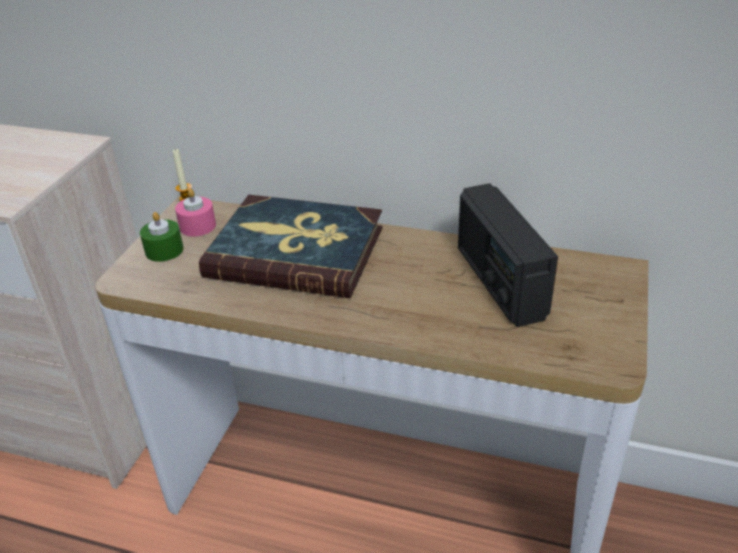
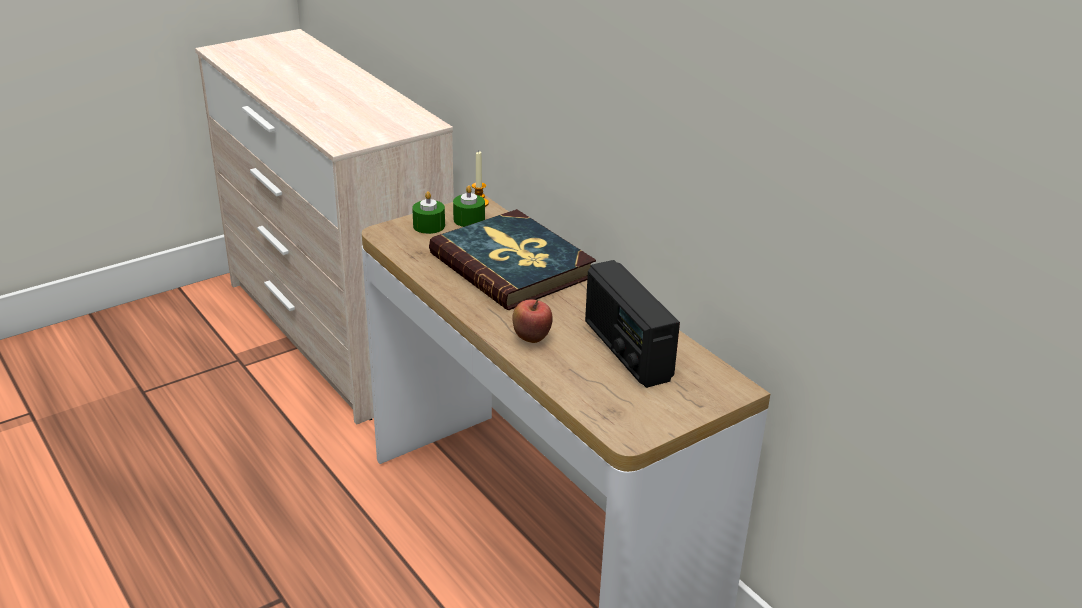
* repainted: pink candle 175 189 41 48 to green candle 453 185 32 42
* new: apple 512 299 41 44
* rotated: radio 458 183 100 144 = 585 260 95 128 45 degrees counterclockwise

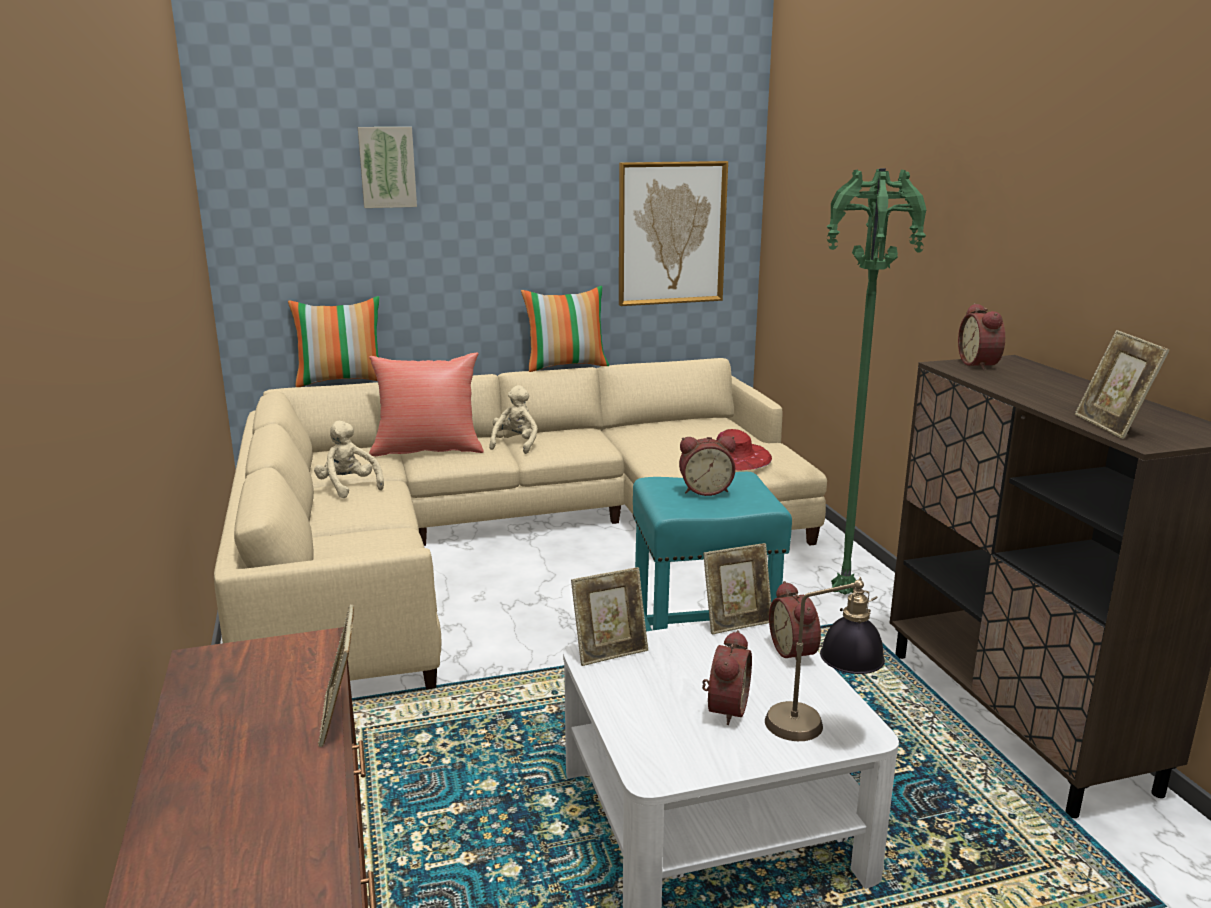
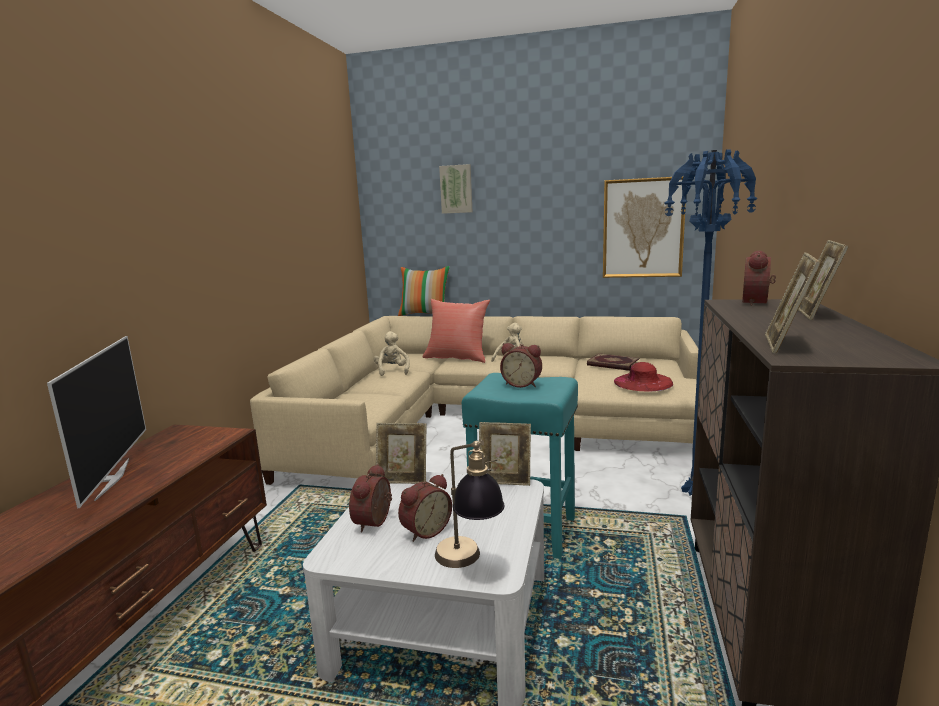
* new: television 47 336 99 172
* shifted: alarm clock 769 581 52 78 to 349 464 43 69
* new: book 587 353 53 18
* repainted: green floor lamp 827 168 99 426 to blue floor lamp 665 149 93 347
* shifted: picture frame 318 604 36 143 to 798 240 51 80
* gone: pillow 521 286 88 86

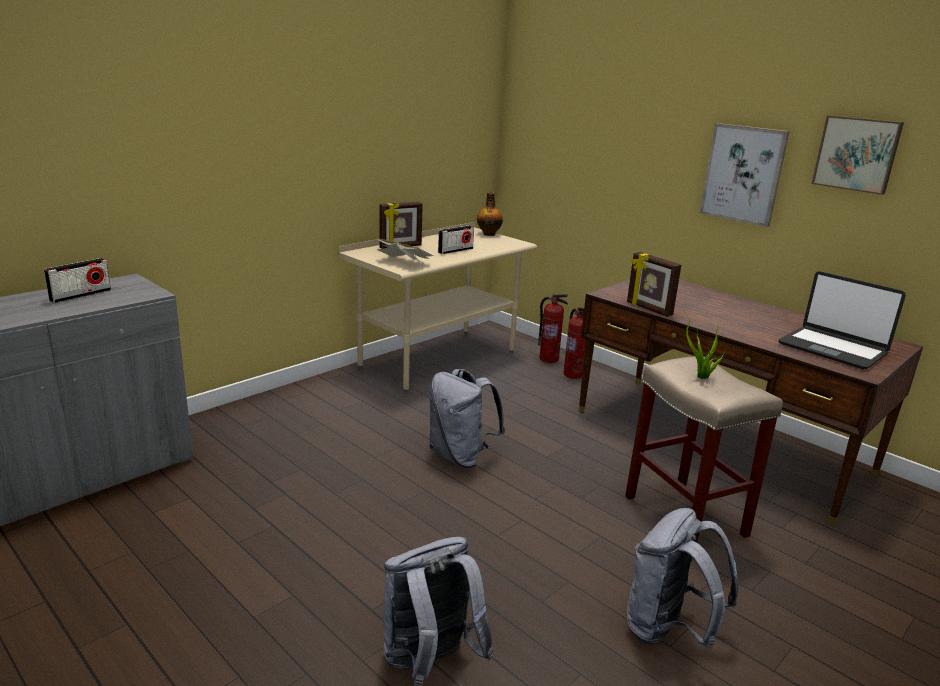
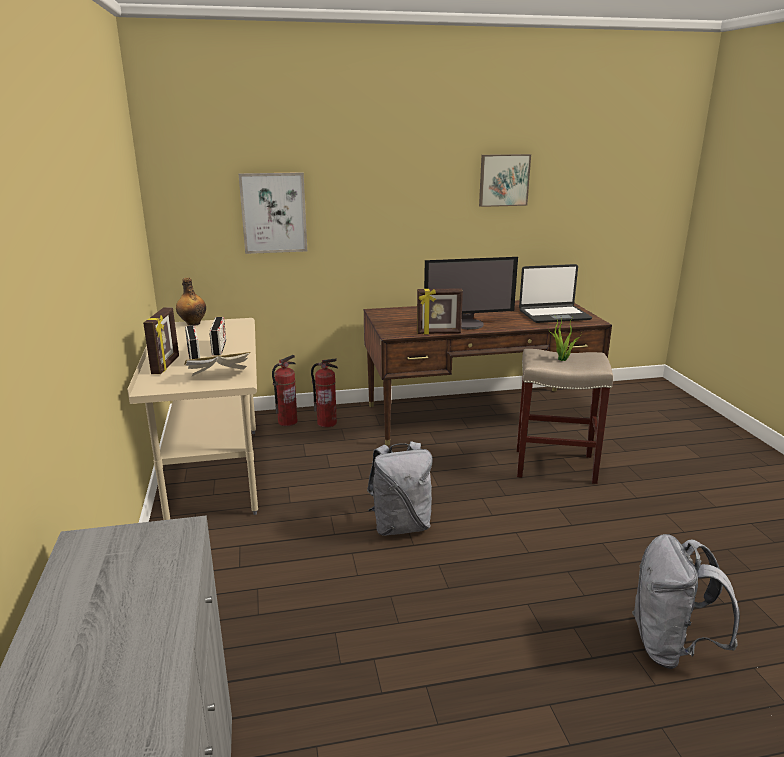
* shifted: radio 44 258 67 45 to 185 325 15 34
* shifted: picture 700 123 90 104 to 239 172 68 82
* new: monitor 424 257 94 72
* gone: grey backpack 627 508 112 140

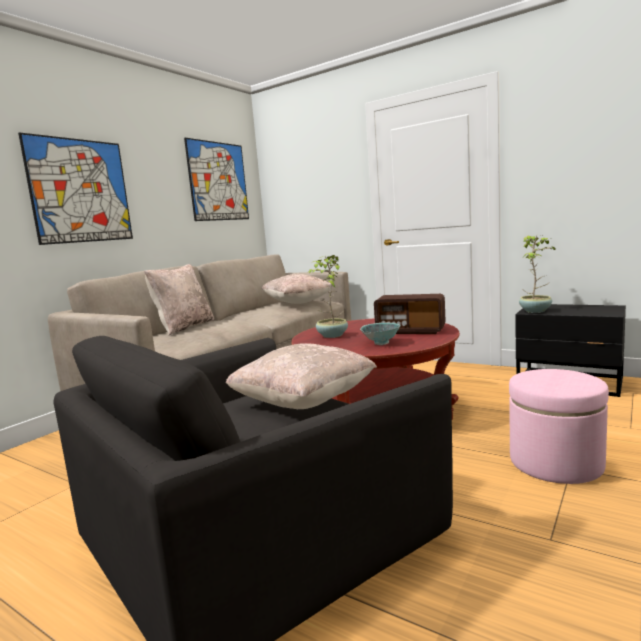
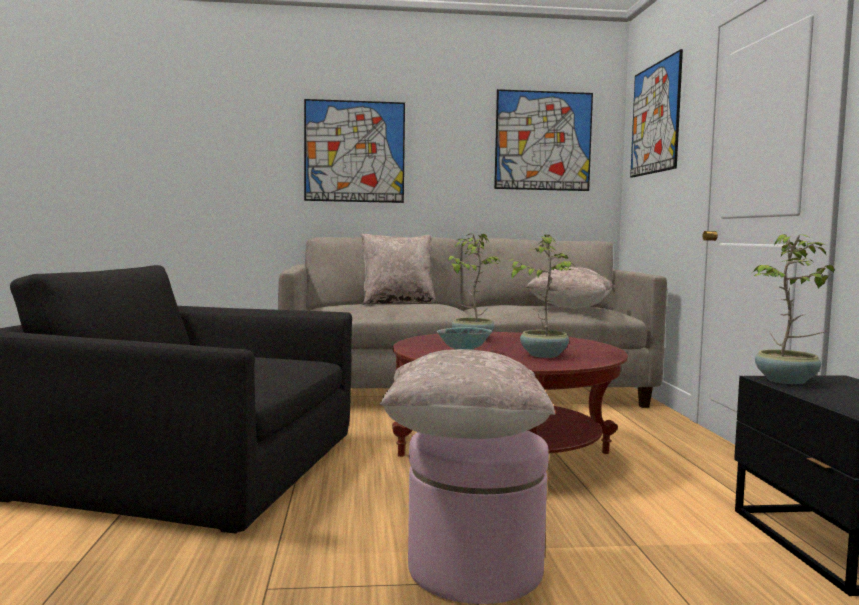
* shifted: beige pillow 226 343 151 66 to 380 349 175 90
* swapped: radio 374 294 72 40 to potted plant 506 235 70 123
* new: picture 630 49 53 129

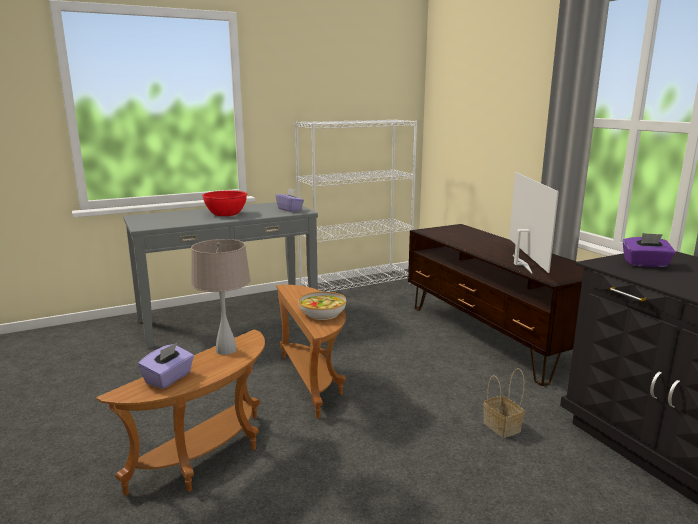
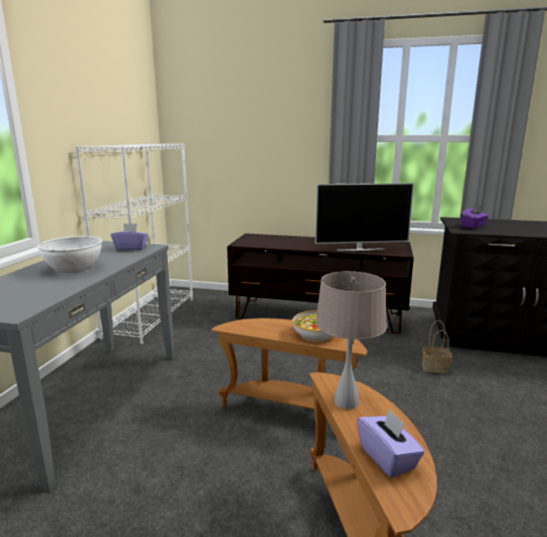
* repainted: red bowl 202 191 45 25 to white bowl 37 236 65 37
* rotated: television 509 172 50 101 = 315 183 99 68 135 degrees clockwise

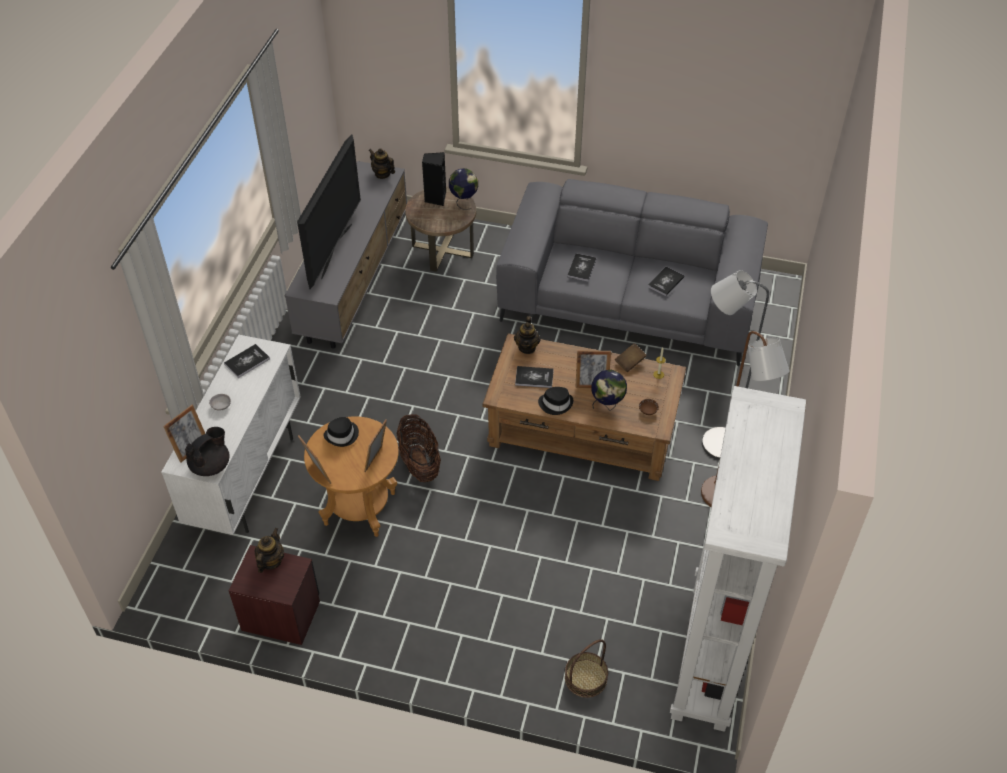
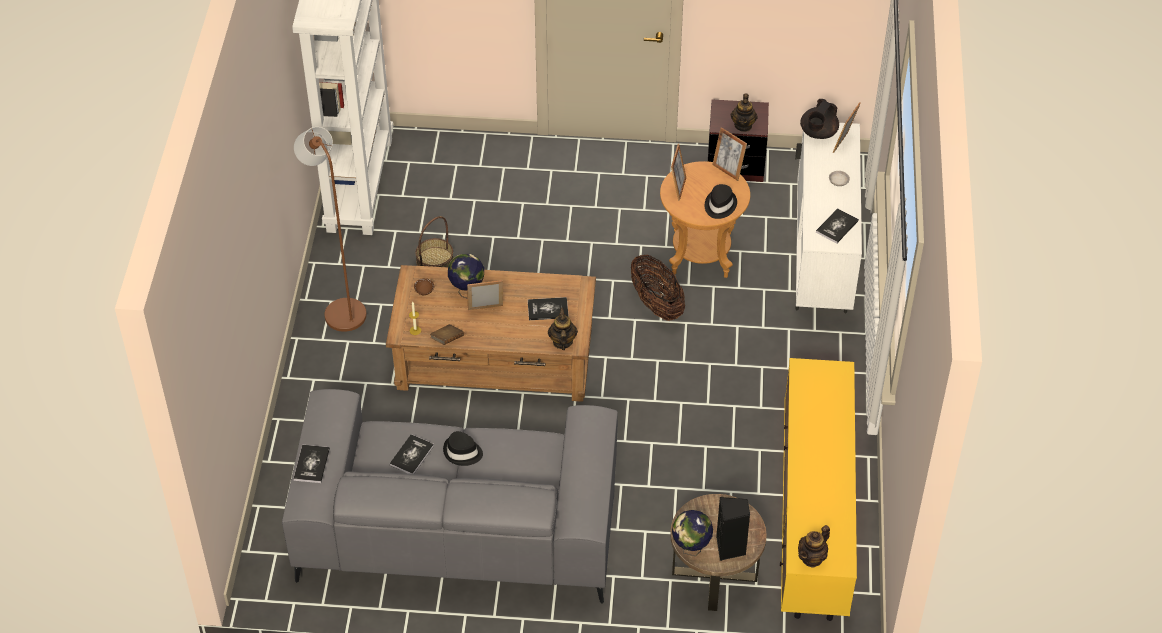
* shifted: book 567 253 30 29 to 294 445 36 38
* shifted: basket 565 639 43 59 to 415 216 39 52
* shifted: black hat 538 387 36 28 to 443 431 40 35
* repainted: grey tv stand 285 161 122 188 to yellow tv stand 780 358 77 263
* rotated: teapot 369 148 26 31 = 798 525 32 43 105 degrees clockwise
* gone: television 297 134 64 155
* gone: grey floor lamp 702 270 67 190

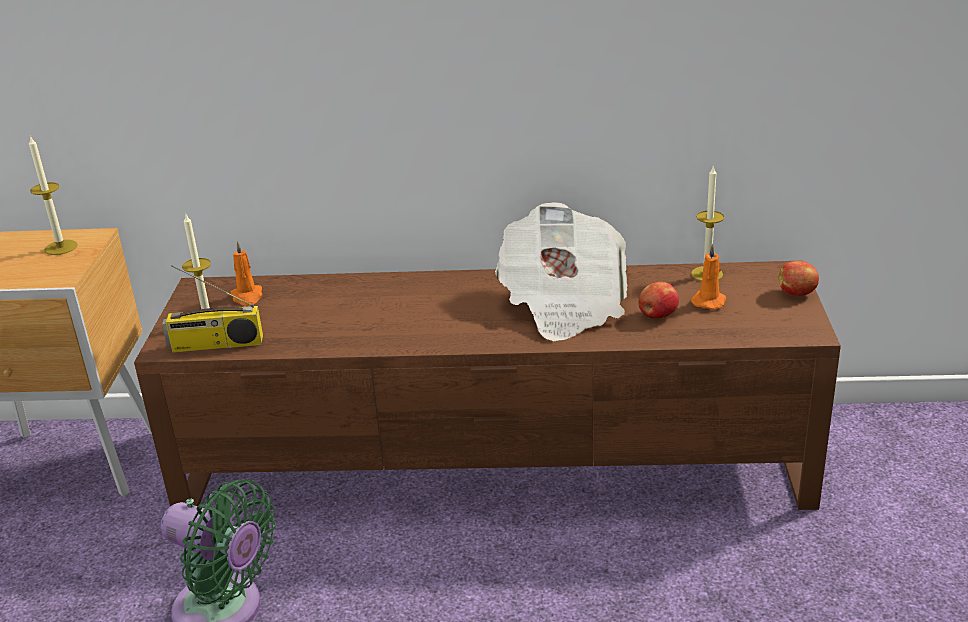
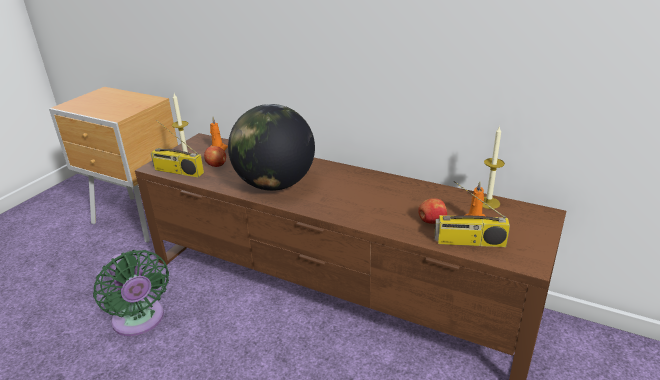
* shifted: apple 779 261 40 35 to 204 146 22 21
* new: globe 228 104 87 87
* new: radio 434 181 76 66
* gone: candle 29 135 49 120
* gone: newspaper 495 202 132 139

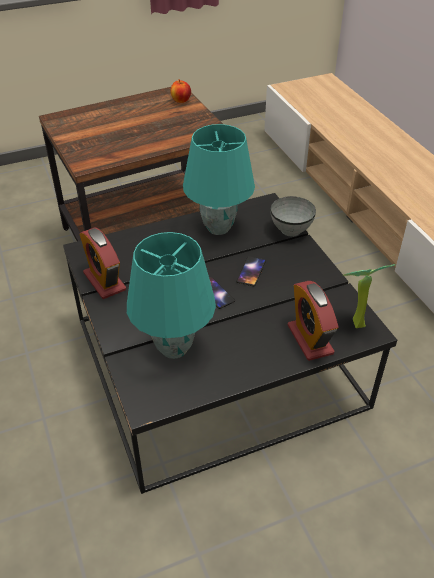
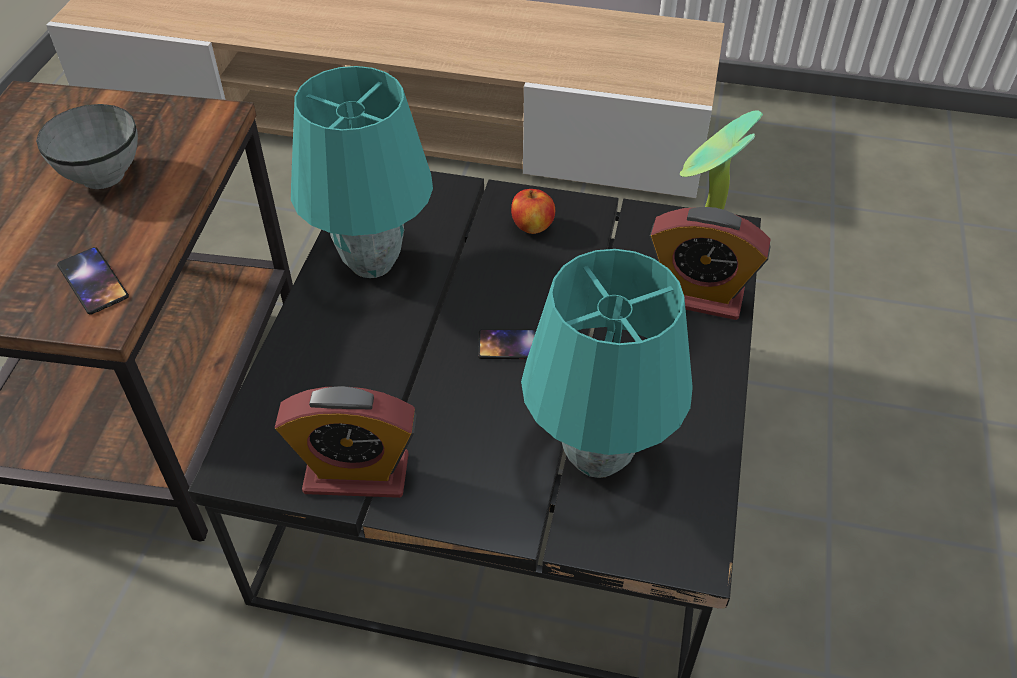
* shifted: grey bowl 270 196 46 41 to 36 104 102 85
* shifted: phone 236 256 30 30 to 57 247 72 68
* shifted: apple 170 79 21 24 to 511 189 44 45

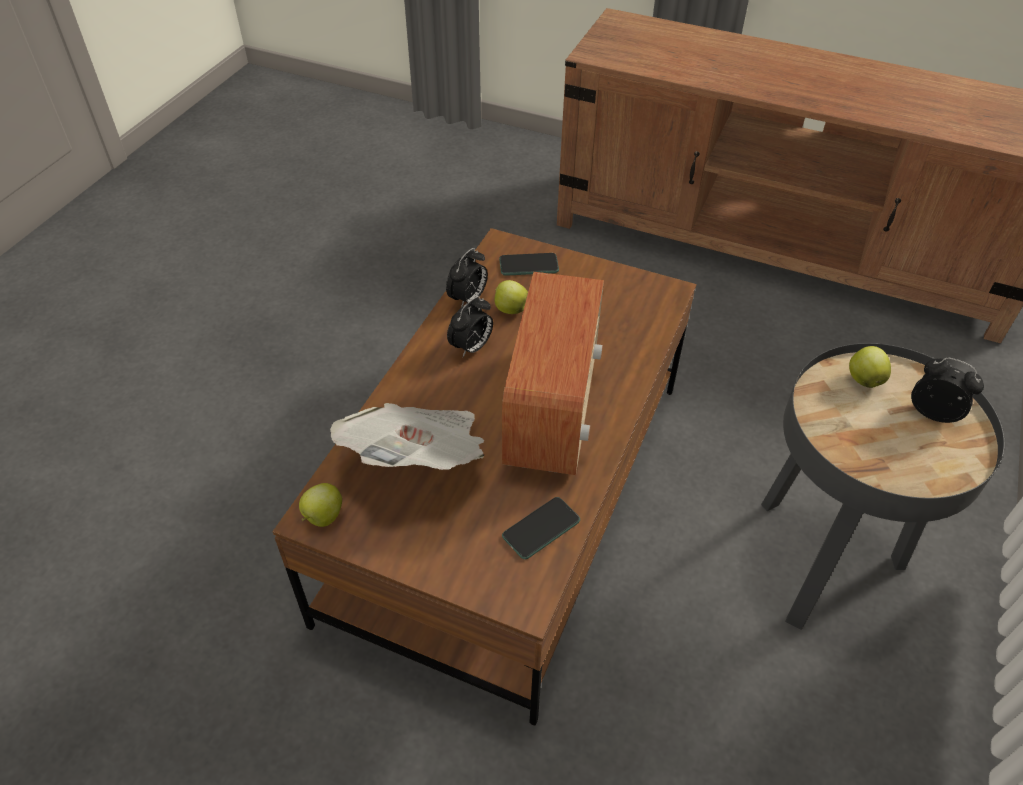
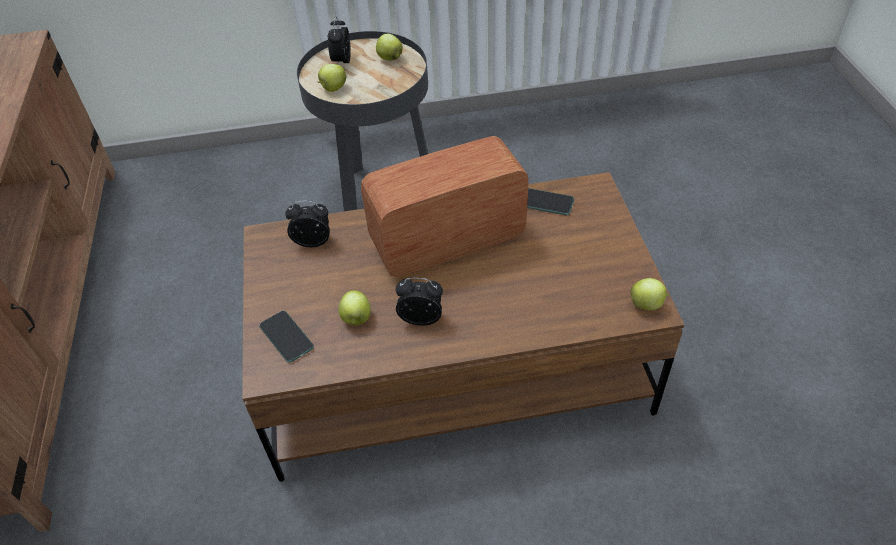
* shifted: alarm clock 446 248 42 59 to 285 201 45 46
* new: apple 376 34 27 27
* gone: newspaper 330 403 155 67

